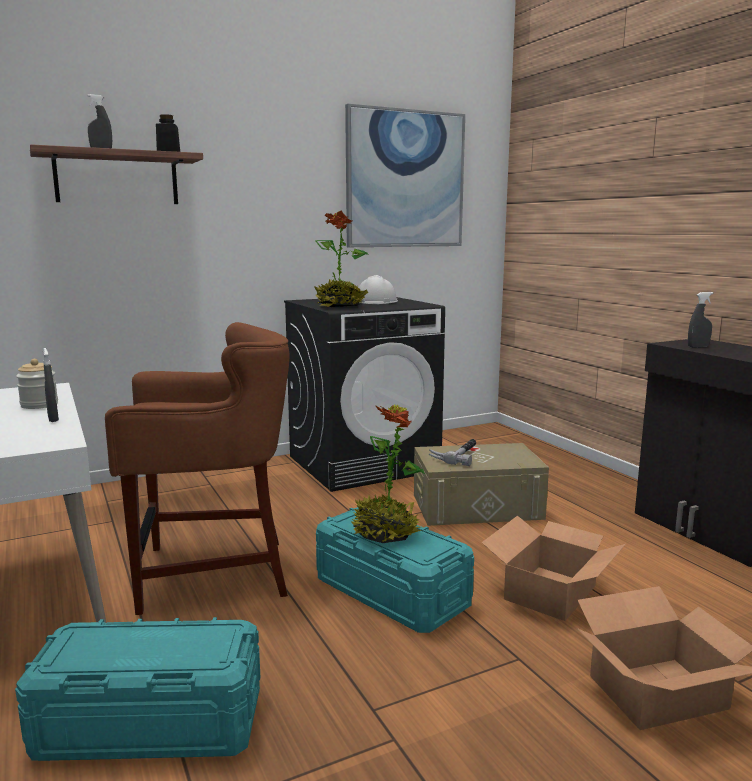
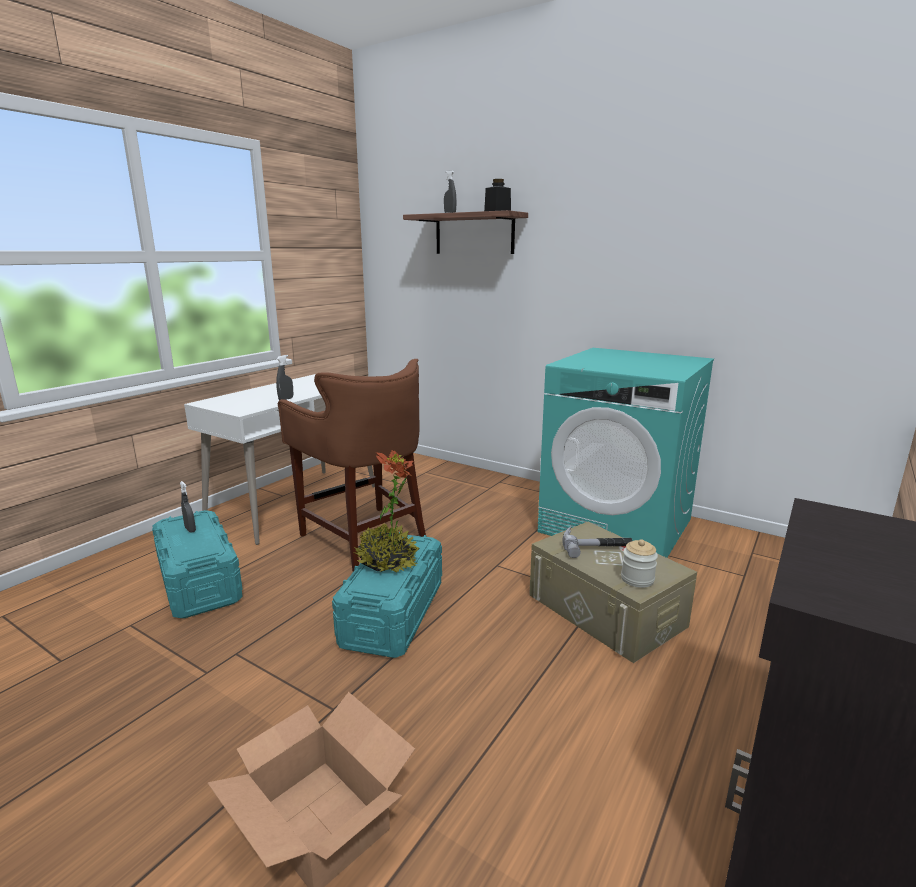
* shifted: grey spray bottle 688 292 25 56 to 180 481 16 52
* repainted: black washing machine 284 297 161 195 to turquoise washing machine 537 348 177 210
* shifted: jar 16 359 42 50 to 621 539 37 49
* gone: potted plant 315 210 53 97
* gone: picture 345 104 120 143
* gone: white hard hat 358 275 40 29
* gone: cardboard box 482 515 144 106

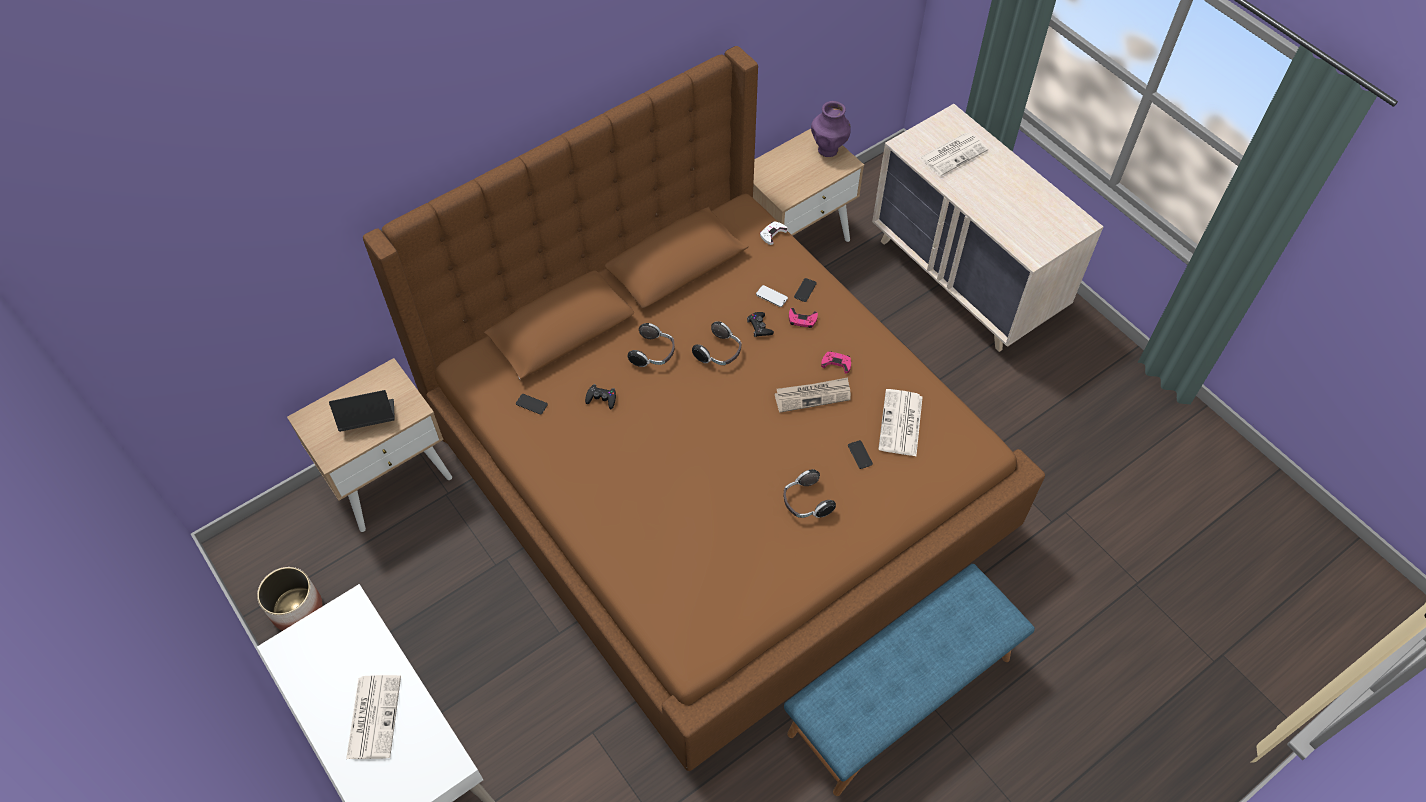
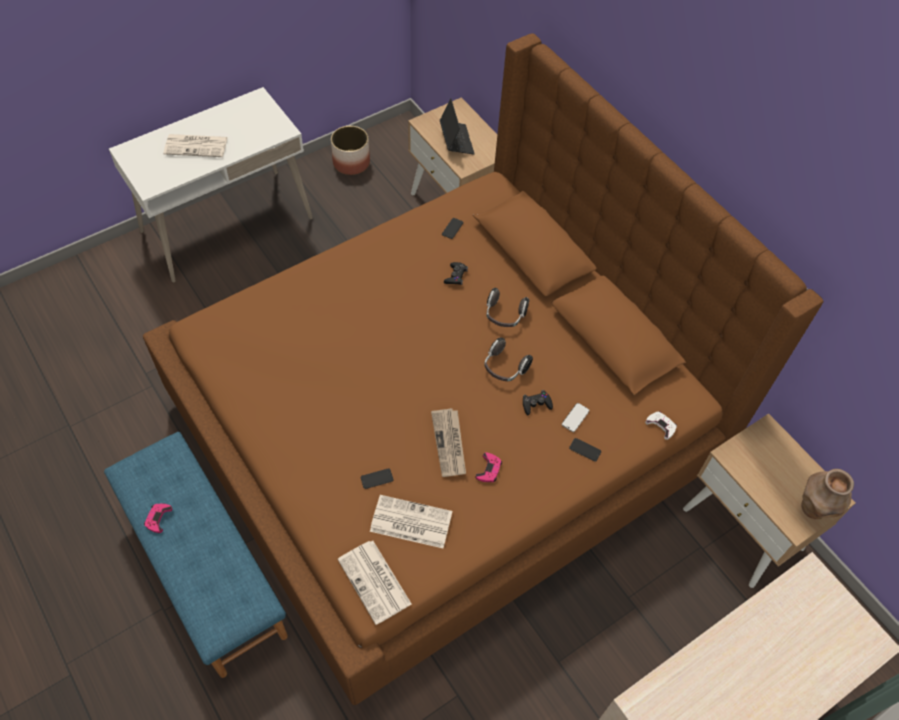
* shifted: pink game controller 789 308 29 20 to 144 503 28 30
* shifted: newspaper 920 132 68 44 to 338 541 74 84
* repainted: purple vase 811 101 40 56 to brown vase 801 469 53 50
* gone: headphones 784 469 52 49

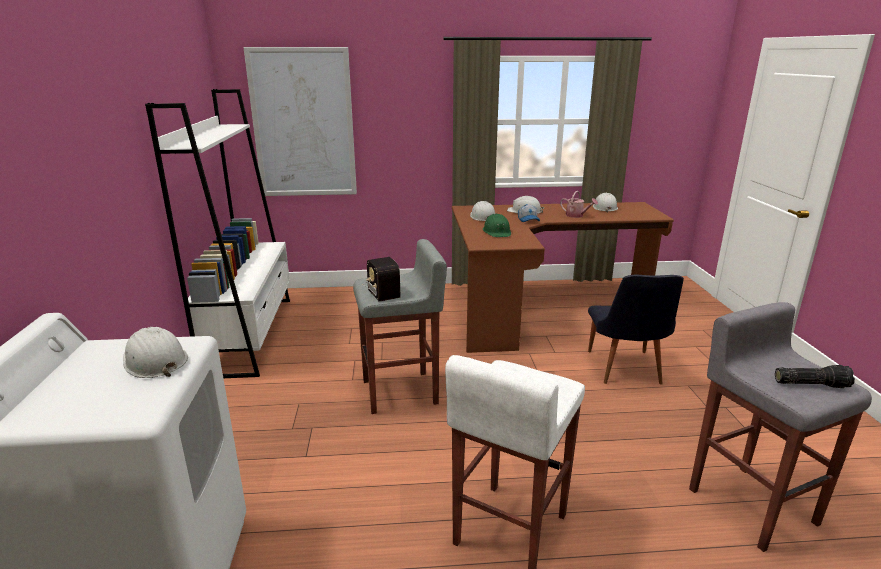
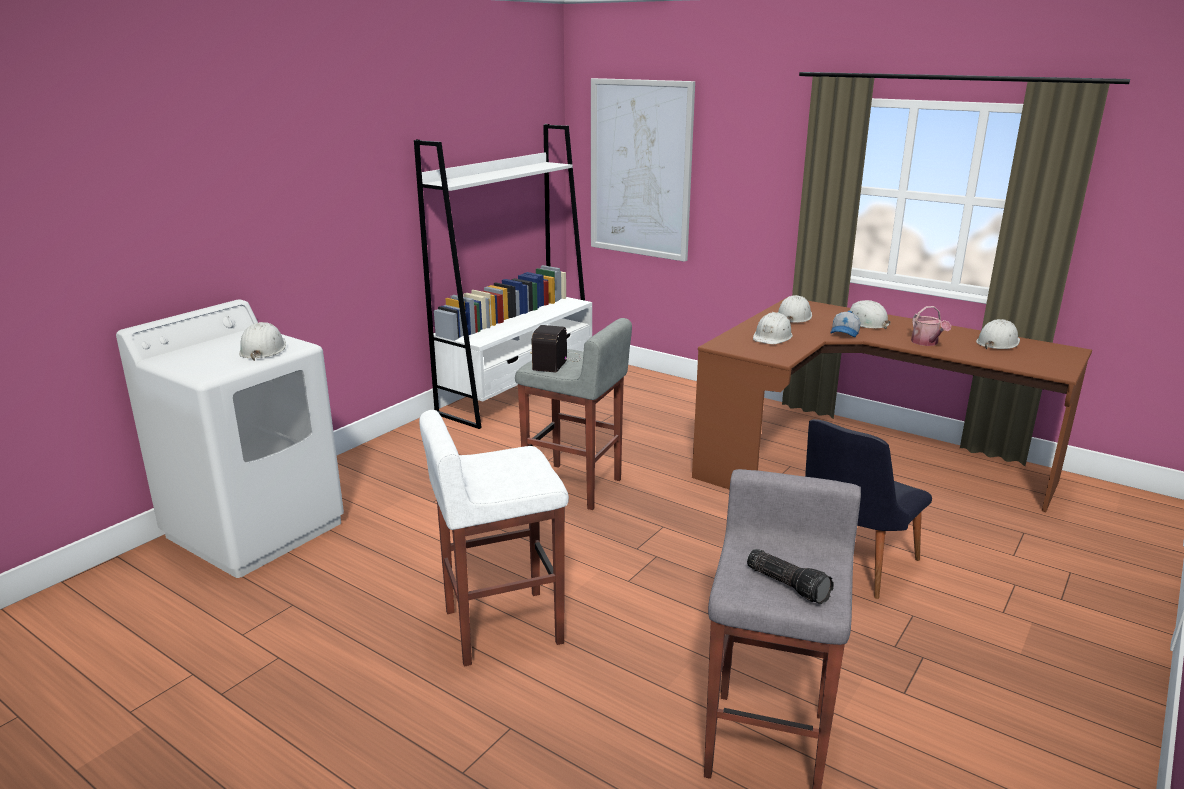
* repainted: green hard hat 483 214 28 23 to white hard hat 753 312 40 32

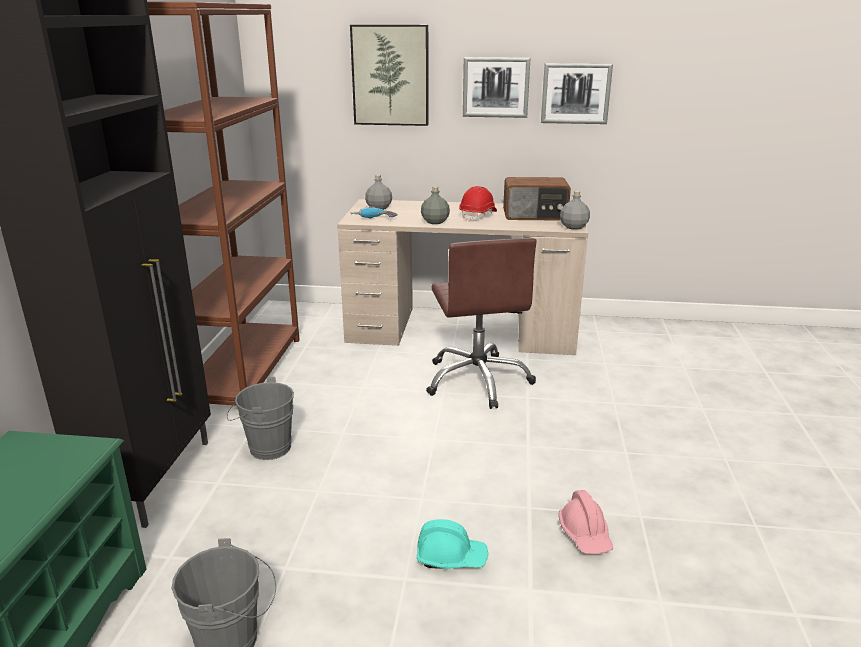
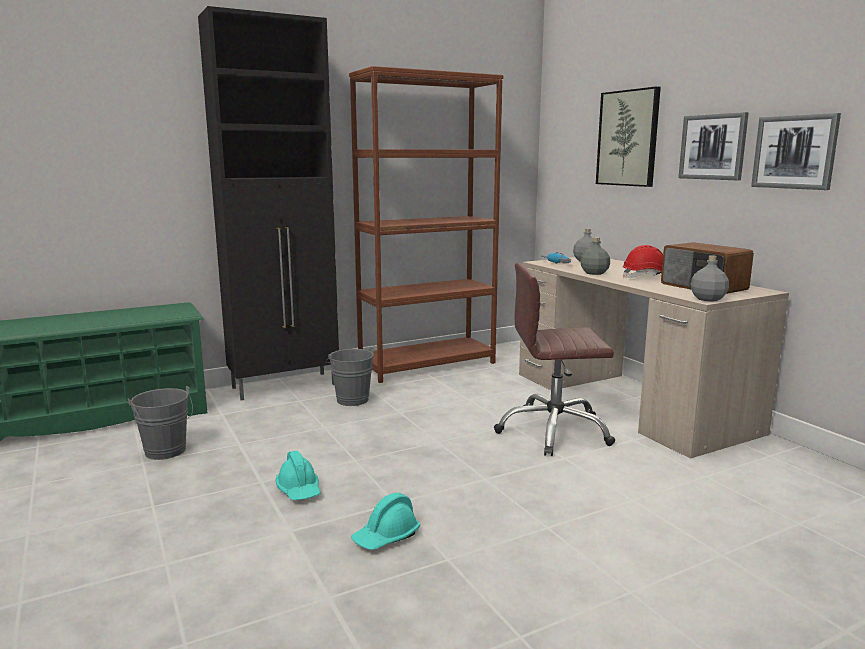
* repainted: pink hard hat 559 490 54 64 to turquoise hard hat 351 493 69 57
* rotated: brown office chair 426 238 111 171 = 494 263 121 193 45 degrees clockwise

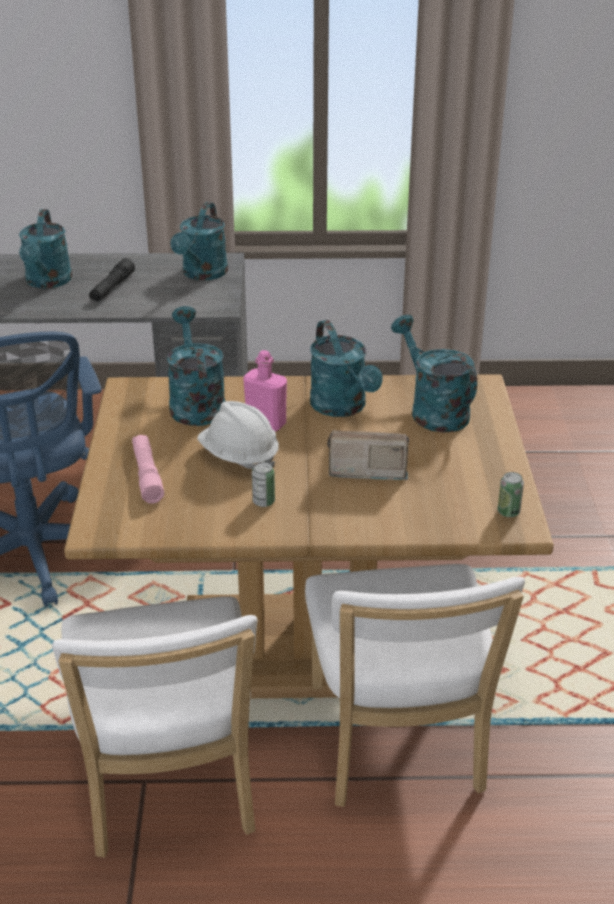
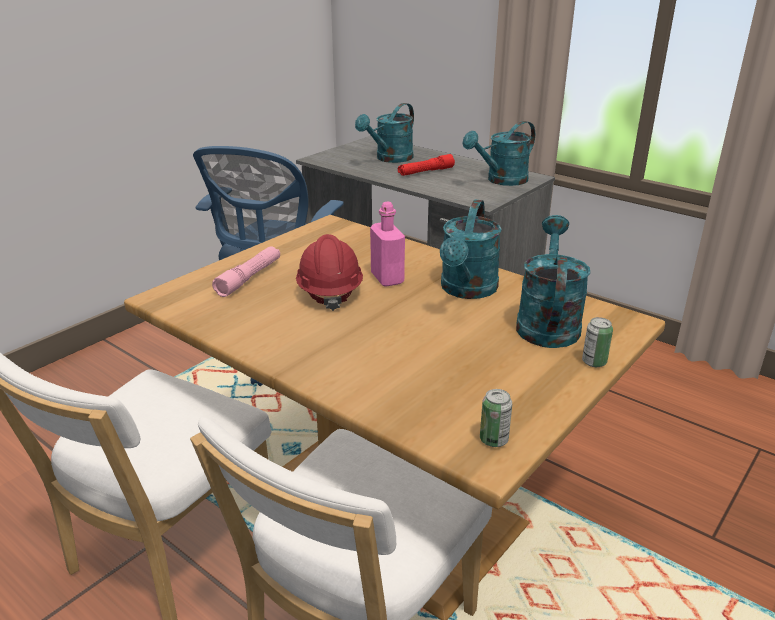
* repainted: white hard hat 197 401 82 69 to red hard hat 296 234 67 77
* repainted: black flashlight 89 258 46 44 to red flashlight 398 154 57 22
* shifted: can 252 462 23 45 to 582 317 31 50
* gone: turquoise watering can 167 306 58 120
* gone: radio 327 430 82 50

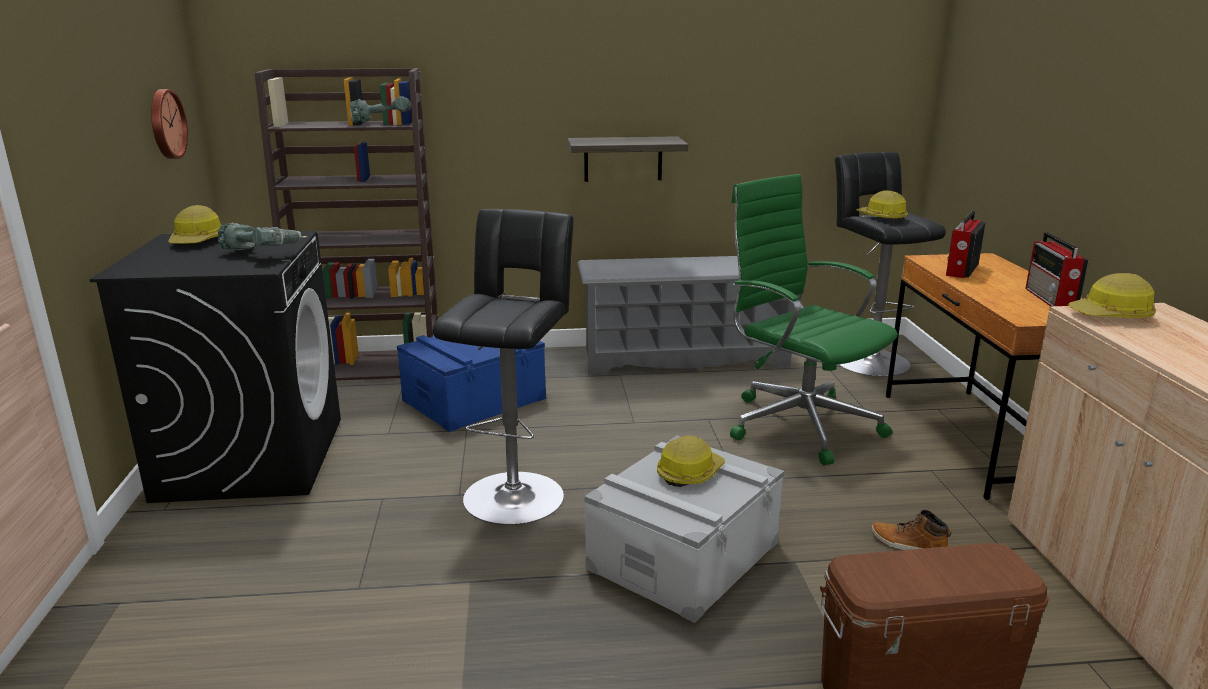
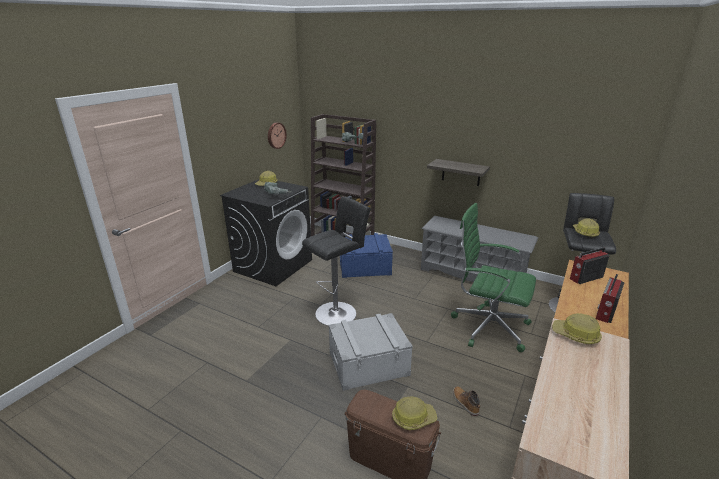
* shifted: hard hat 657 436 68 51 to 392 397 45 33
* rotated: green office chair 730 174 168 291 = 451 203 85 149 60 degrees counterclockwise

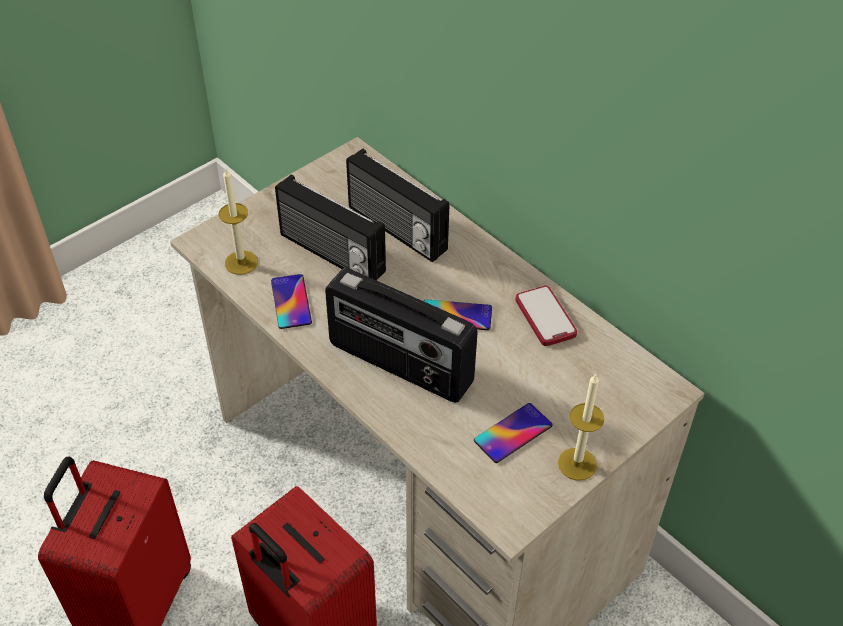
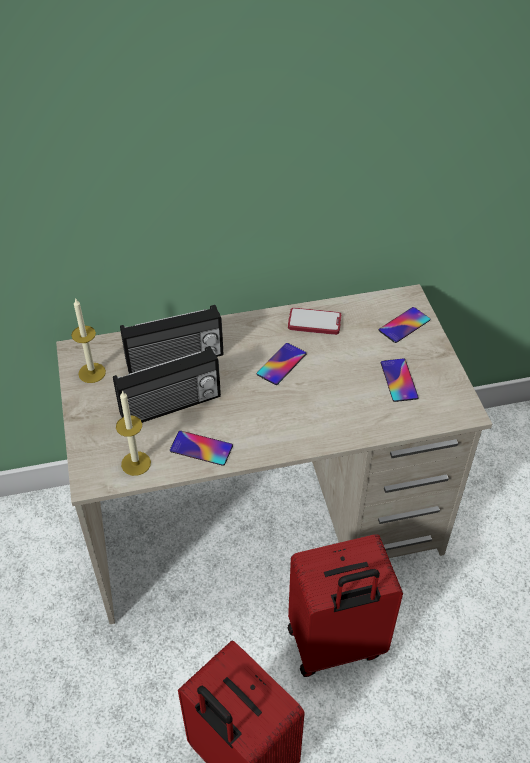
* shifted: candle 558 374 46 107 to 71 298 35 85
* new: phone 379 307 51 36
* gone: radio 325 268 153 135

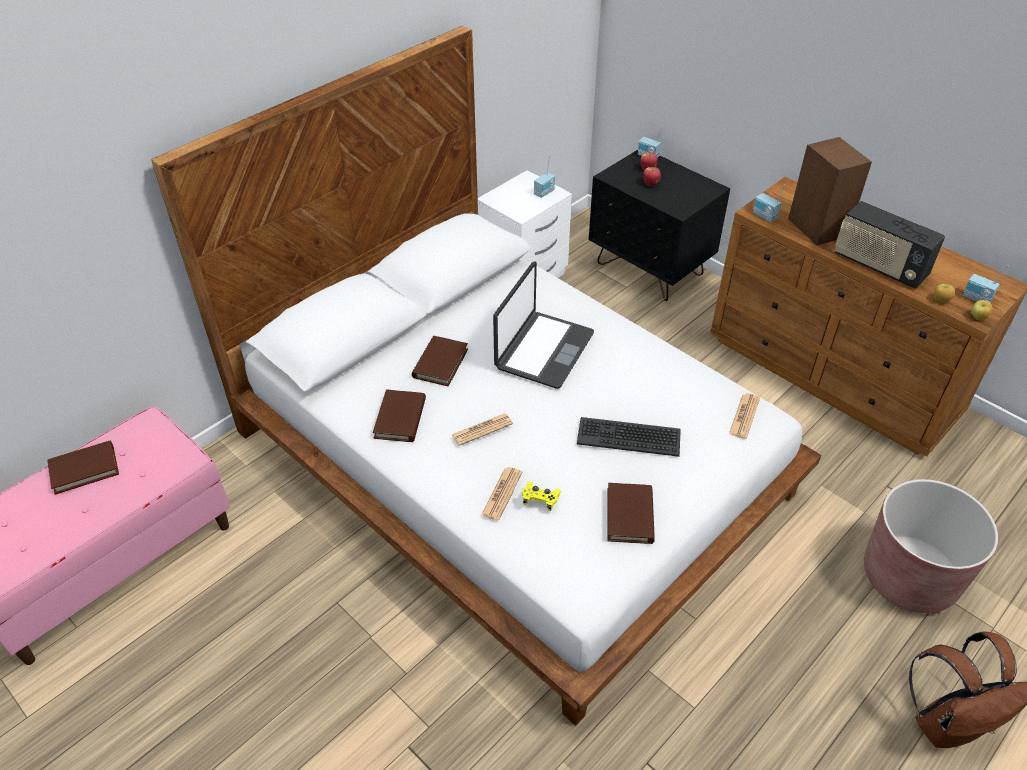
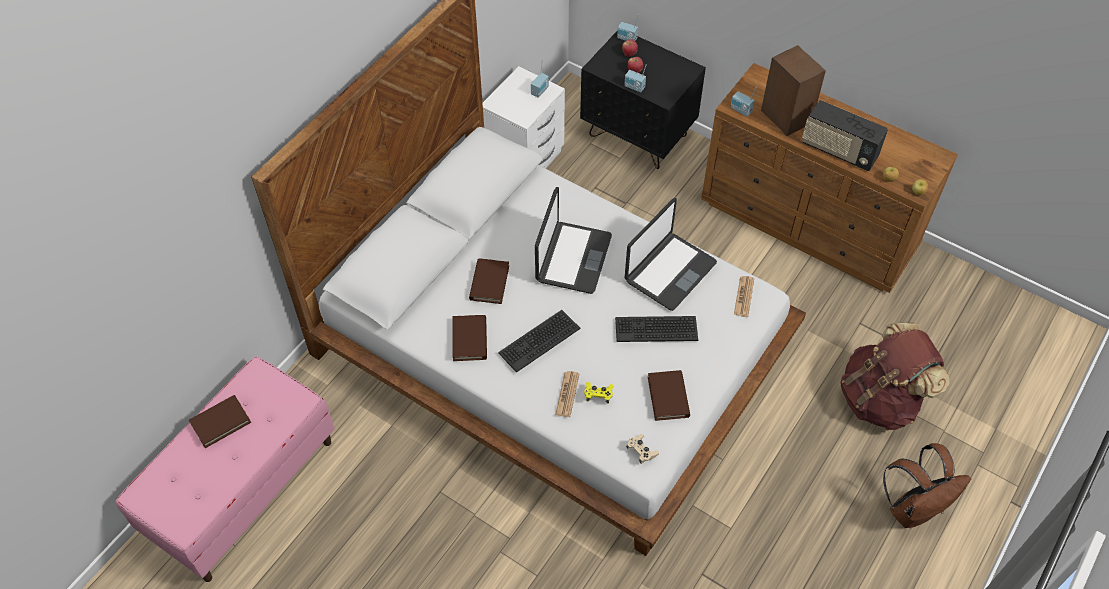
* swapped: newspaper 452 413 61 33 to keyboard 498 310 83 63
* shifted: radio 962 265 47 37 to 624 64 23 29
* new: laptop 625 198 92 113
* new: beige game controller 626 434 33 30
* swapped: brown planter 864 479 134 134 to brown backpack 840 323 109 107

